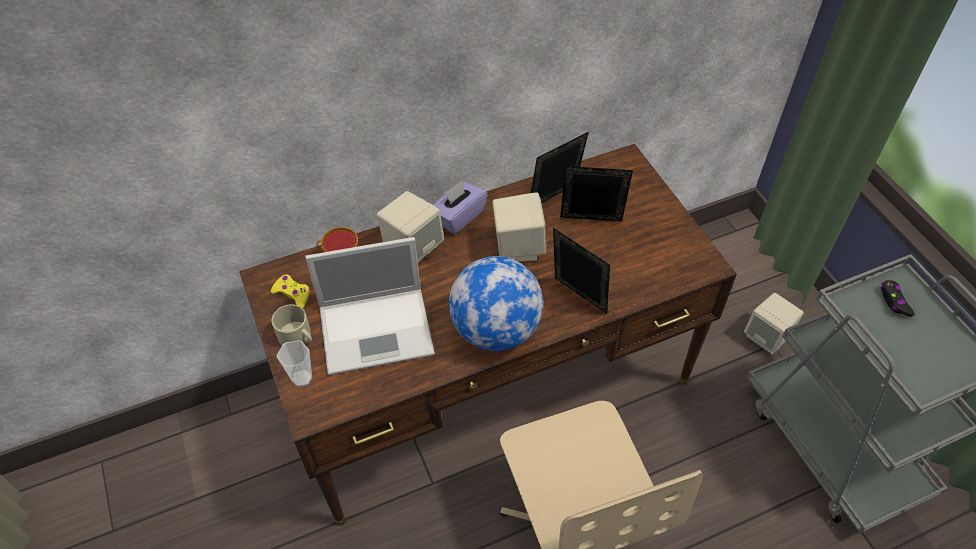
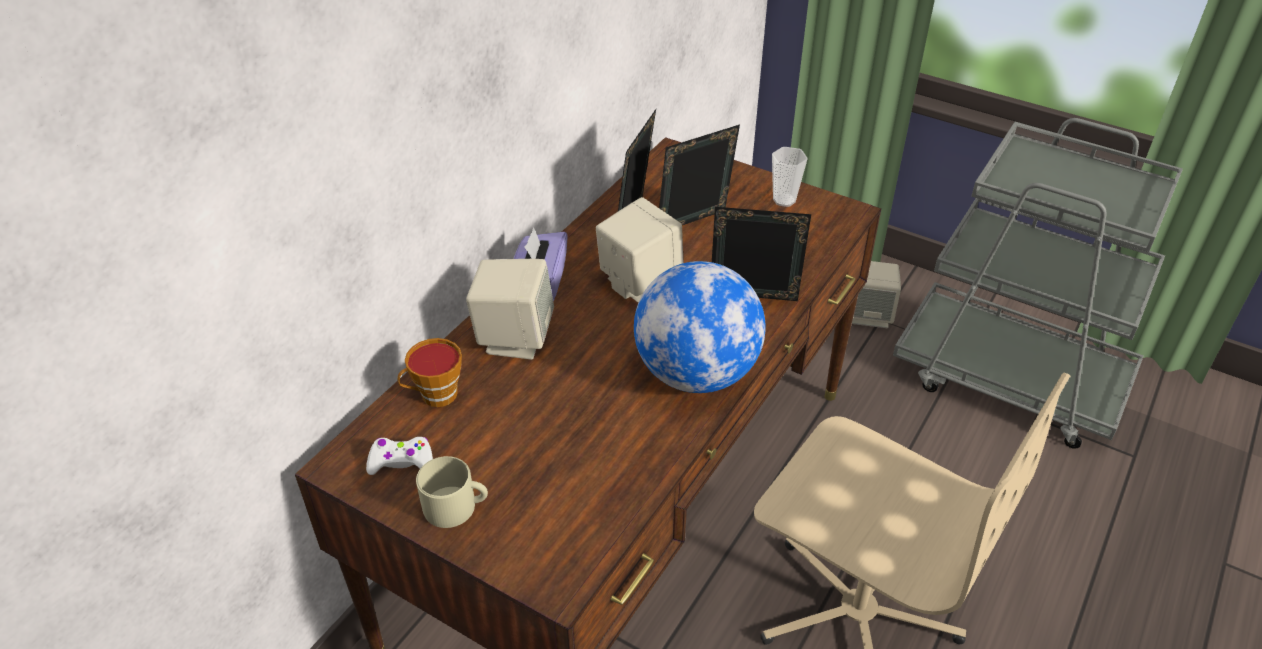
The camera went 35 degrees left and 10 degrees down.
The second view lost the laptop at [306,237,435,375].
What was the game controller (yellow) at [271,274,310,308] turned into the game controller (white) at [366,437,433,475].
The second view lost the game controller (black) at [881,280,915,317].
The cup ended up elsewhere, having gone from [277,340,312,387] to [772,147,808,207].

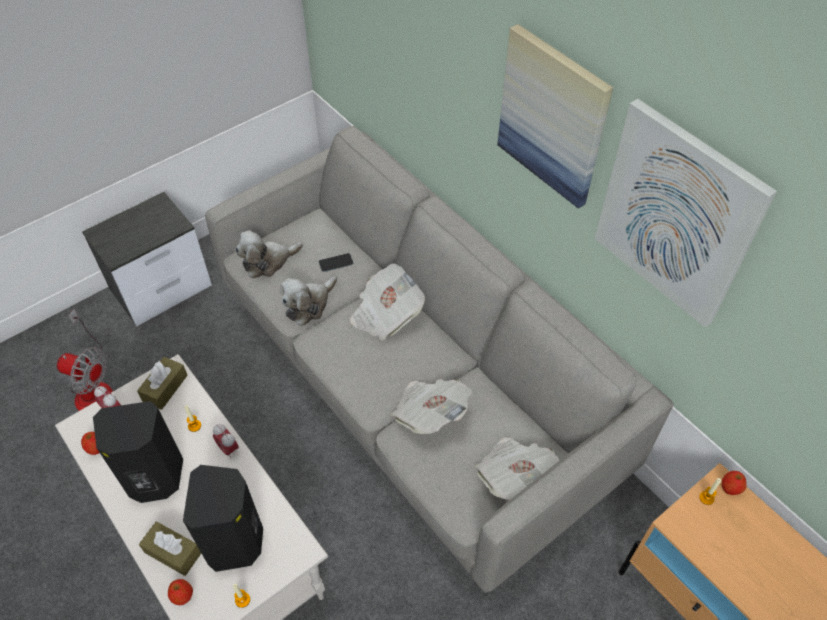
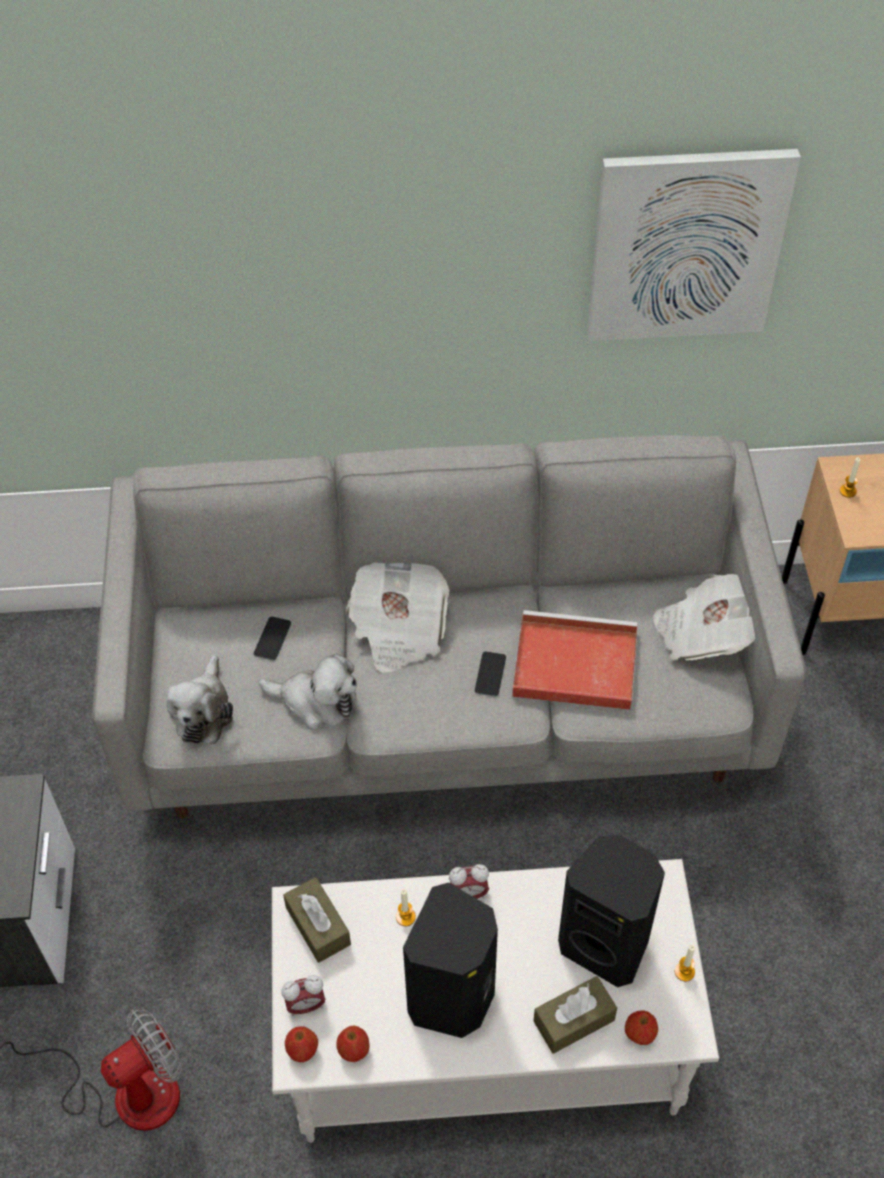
The camera went 55 degrees left and 0 degrees up.
The second view lost the picture at [497,24,613,209].
The plush toy at [280,276,337,326] ended up facing another way, 60 degrees counterclockwise from before.
Where the newspaper stood at [391,379,472,434], the tray (red) came to stand at [512,610,638,710].
The apple ended up elsewhere, having gone from [722,471,747,495] to [285,1026,318,1062].
The second view gained the phone at [474,651,506,697].

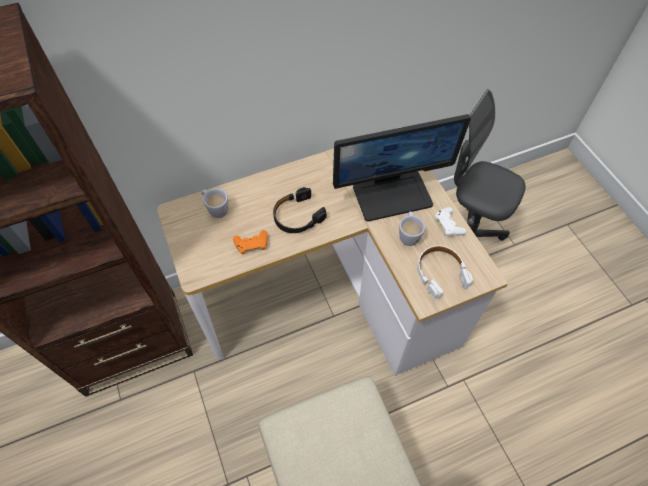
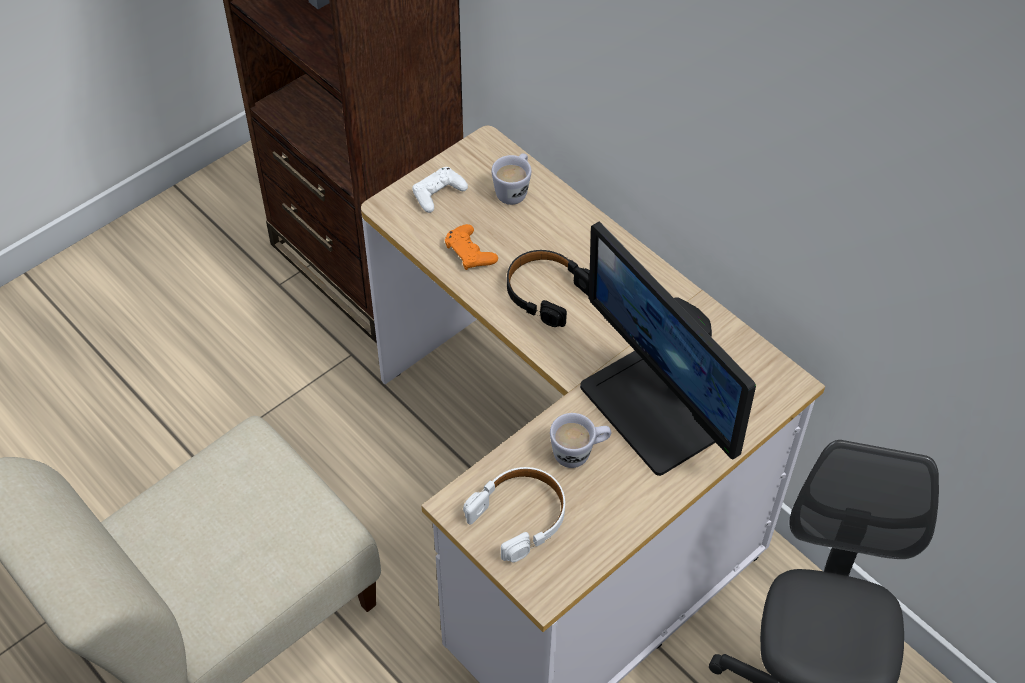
The camera went 70 degrees right and 5 degrees down.
The game controller (white) ended up elsewhere, having gone from [435,207,466,236] to [412,167,468,213].

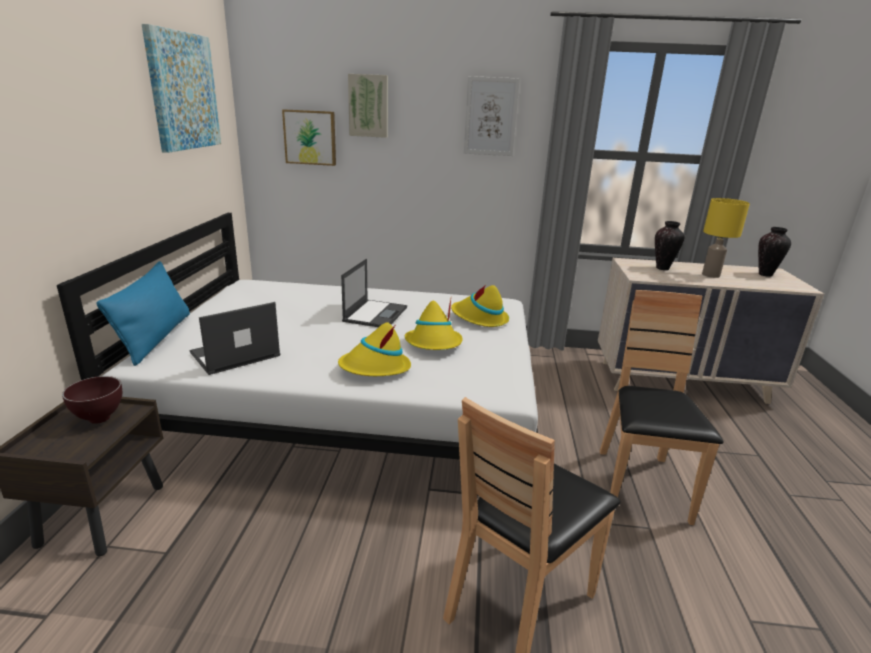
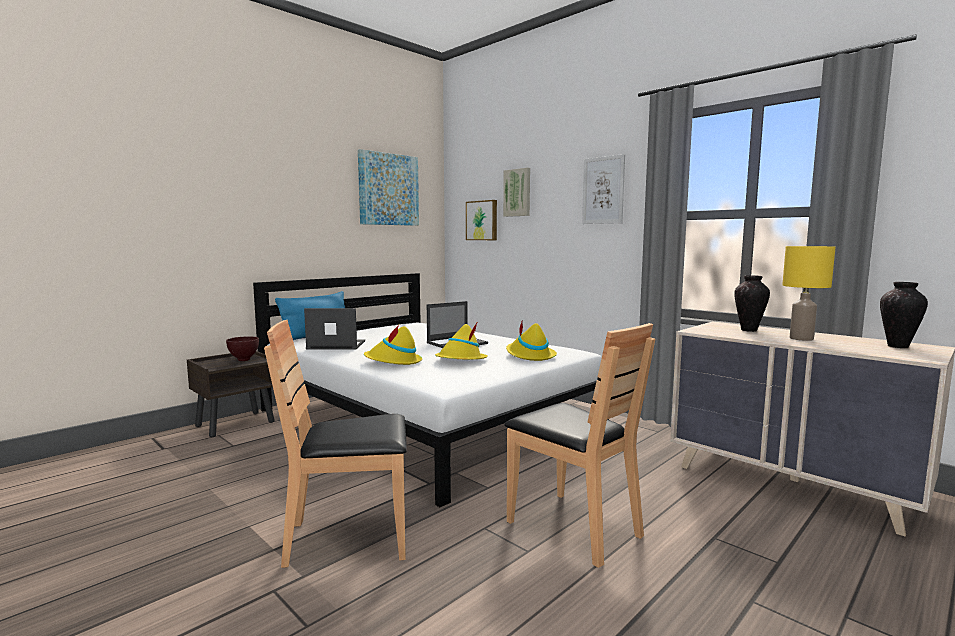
The camera went 40 degrees right and 15 degrees down.
The chair (brown) at [600,290,724,525] ended up facing another way, 90 degrees clockwise from before.

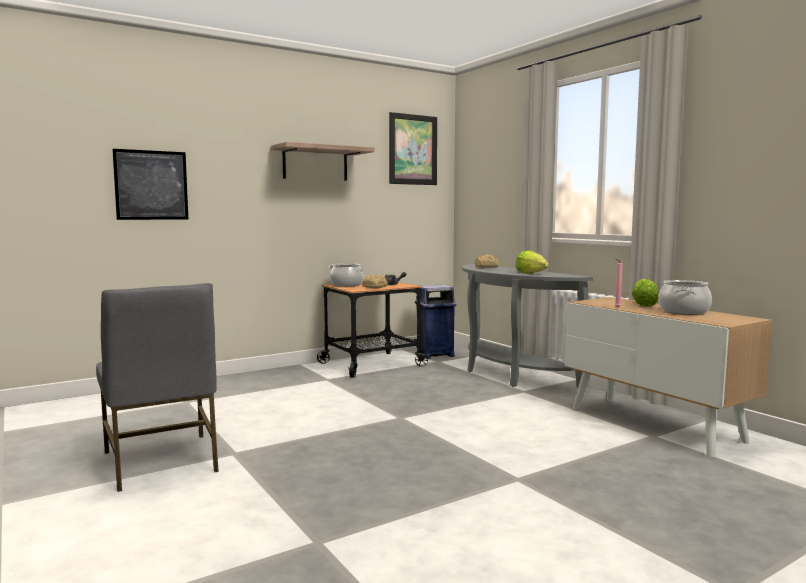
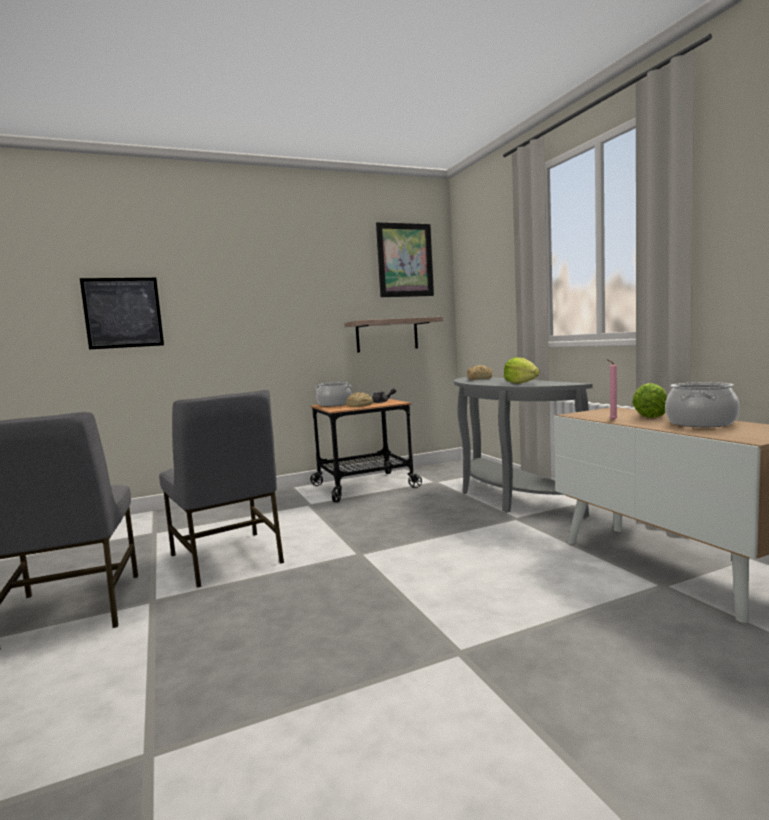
The camera went 10 degrees right and 0 degrees up.
The shelf ended up elsewhere, having gone from [271,142,374,181] to [345,317,443,352].
The second view lost the trash can (blue) at [415,284,456,359].
The second view gained the chair (grey) at [159,390,284,588].

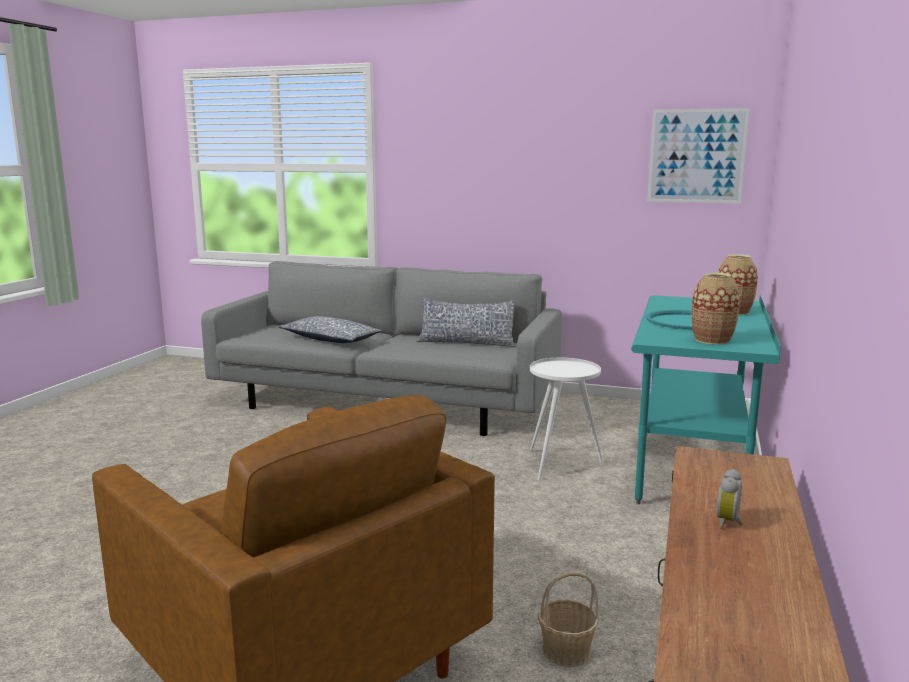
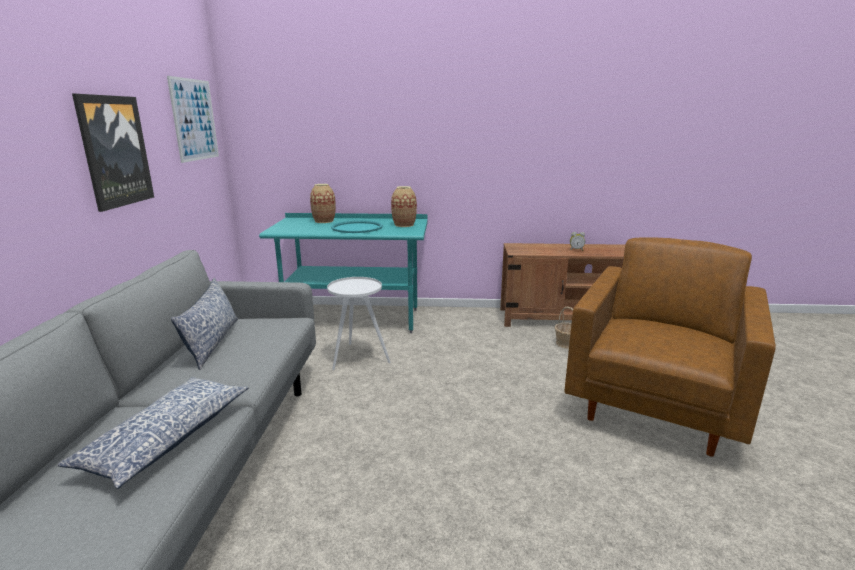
The camera went 105 degrees left and 5 degrees up.
The second view gained the picture at [72,94,154,212].

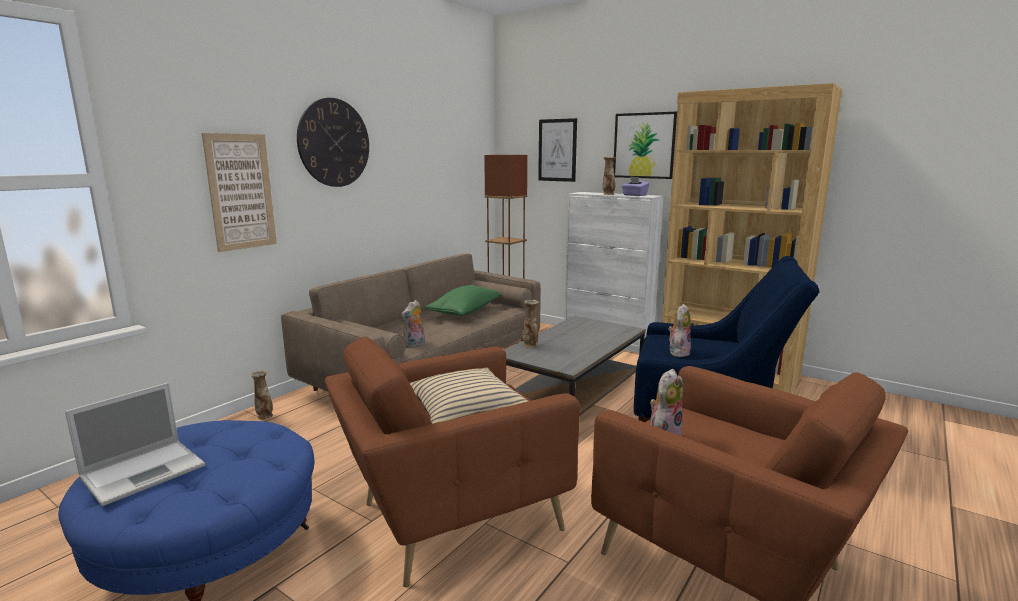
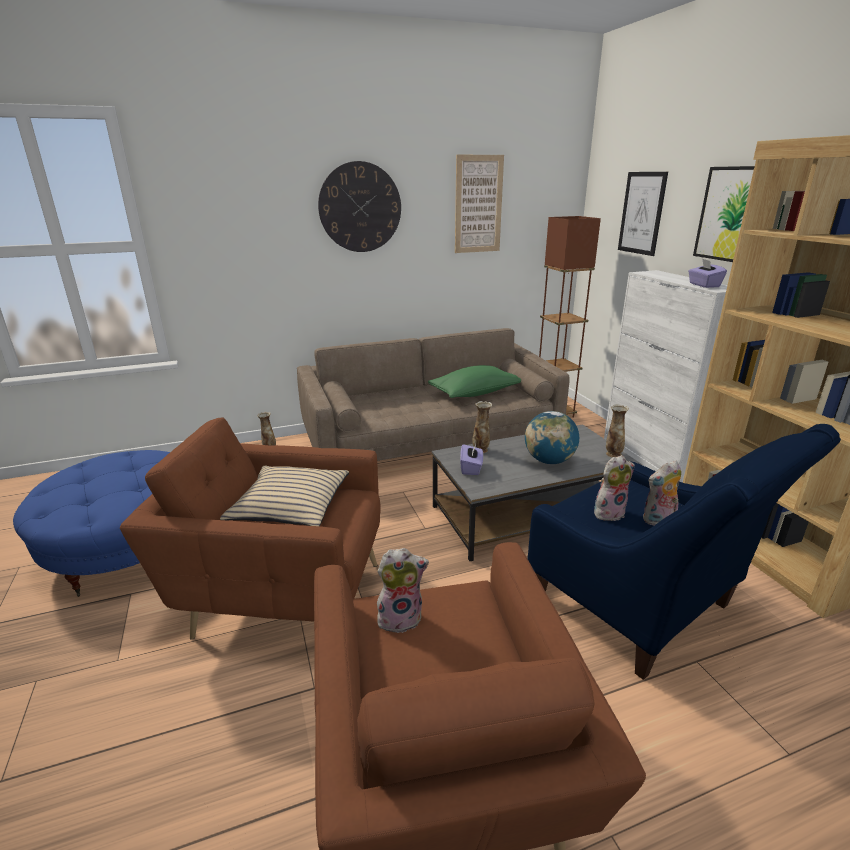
The camera went 35 degrees right and 10 degrees up.
The picture ended up elsewhere, having gone from [202,133,277,252] to [455,155,504,253].
The vase ended up elsewhere, having gone from [603,157,615,195] to [606,404,629,457].
The plush toy ended up elsewhere, having gone from [401,300,425,348] to [643,460,681,525].
The second view lost the laptop at [65,383,205,506].
The second view gained the globe at [525,411,579,464].
The second view gained the tissue box (purple) at [460,444,483,475].

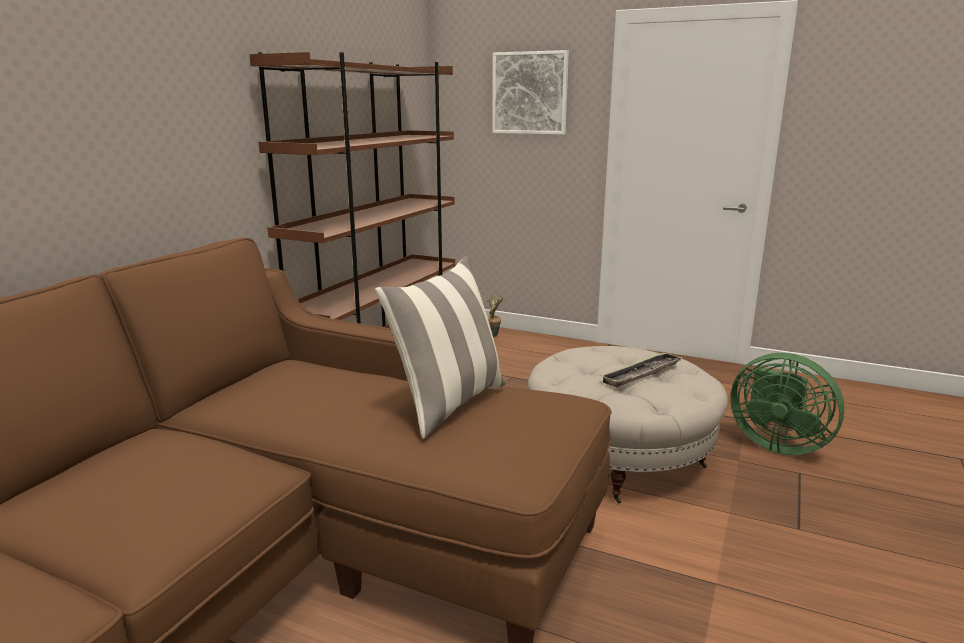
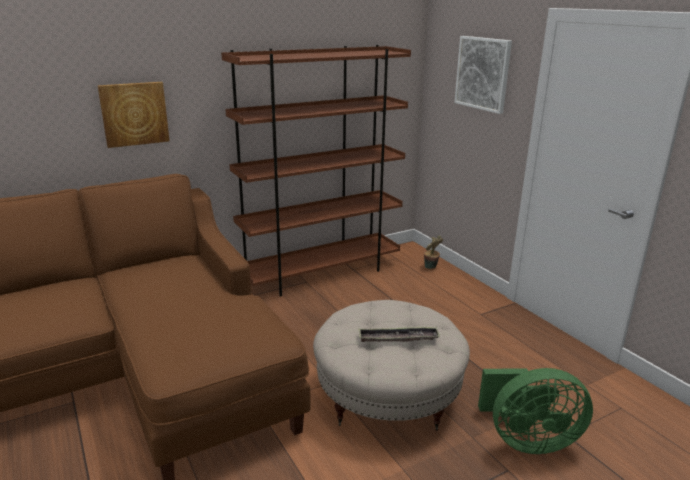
The camera went 35 degrees right and 5 degrees up.
The second view lost the pillow at [375,256,506,439].
The fan (green) at [730,353,845,455] ended up facing another way, 75 degrees counterclockwise from before.
The second view gained the picture at [98,82,170,148].

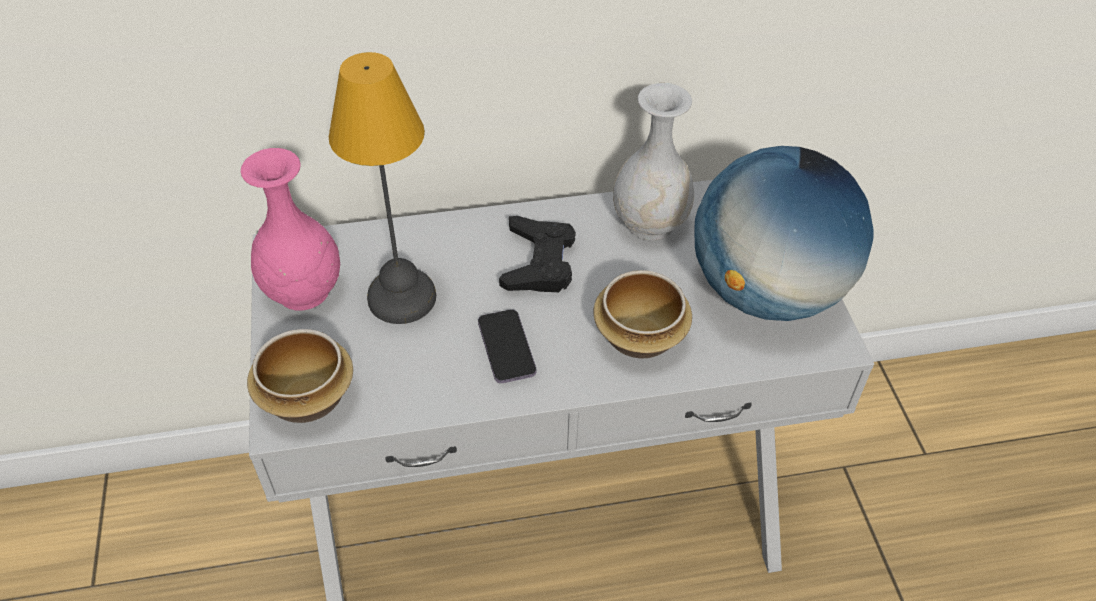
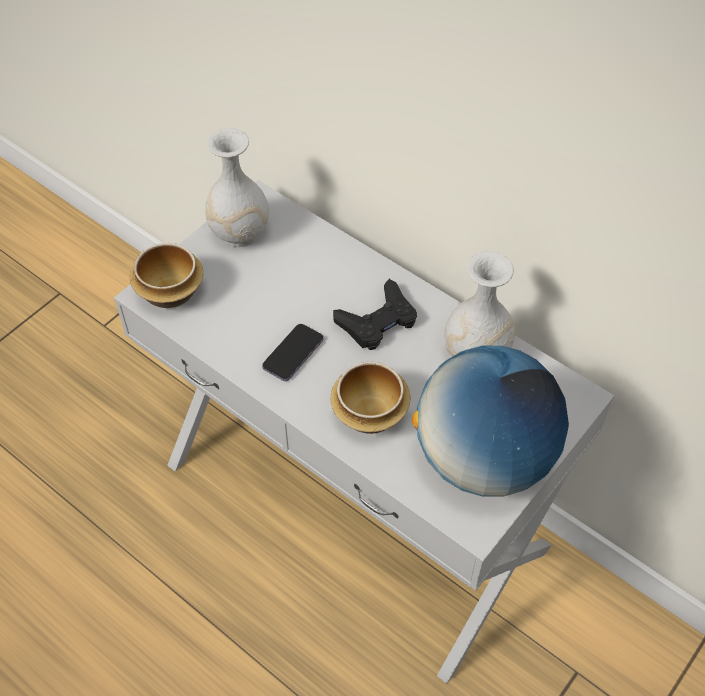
The camera went 50 degrees right and 5 degrees up.
The second view lost the table lamp at [329,52,436,324].
What was the vase (pink) at [241,148,340,311] turned into the vase (white) at [205,128,269,247].

